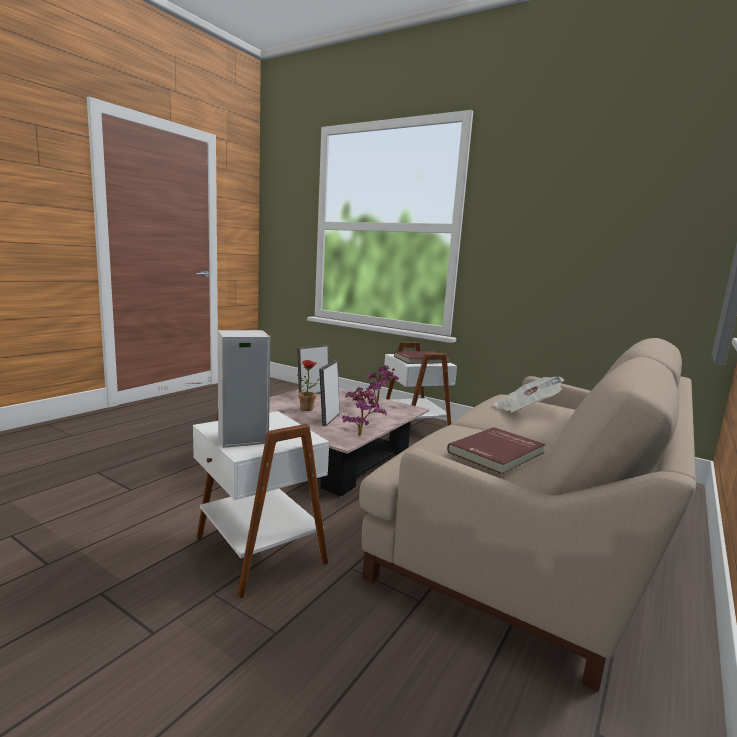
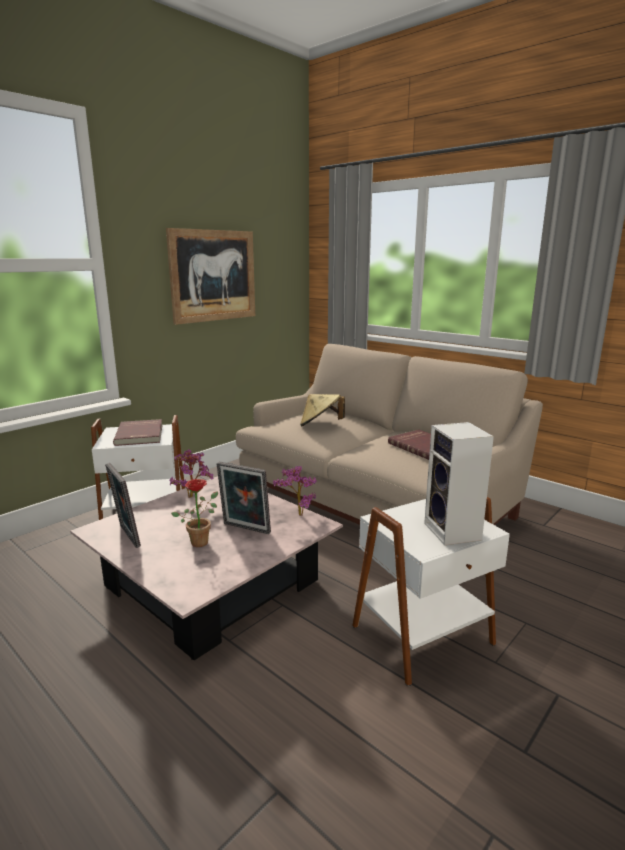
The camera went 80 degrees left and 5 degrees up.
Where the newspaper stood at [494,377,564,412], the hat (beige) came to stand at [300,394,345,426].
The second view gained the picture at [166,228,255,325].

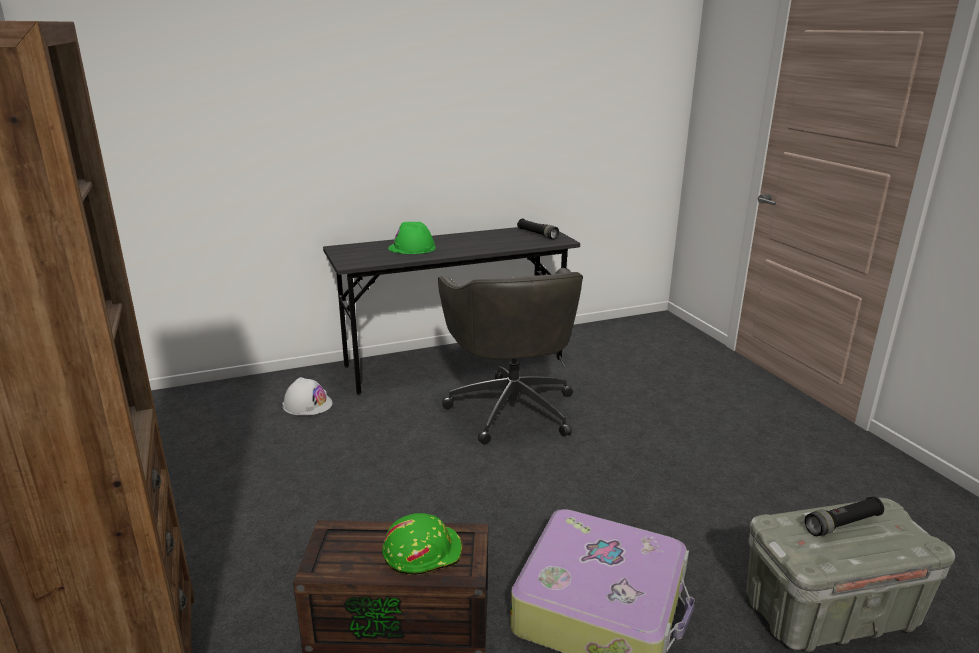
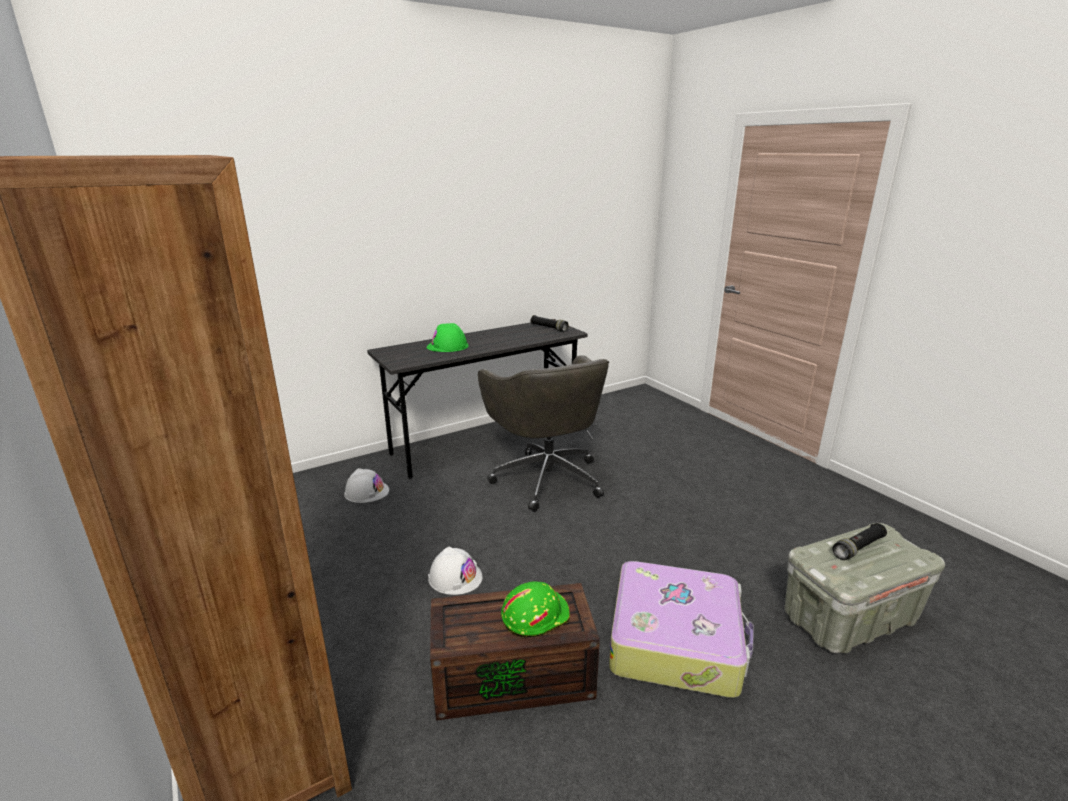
The camera went 10 degrees left and 0 degrees up.
The second view gained the hard hat (white) at [428,547,482,595].

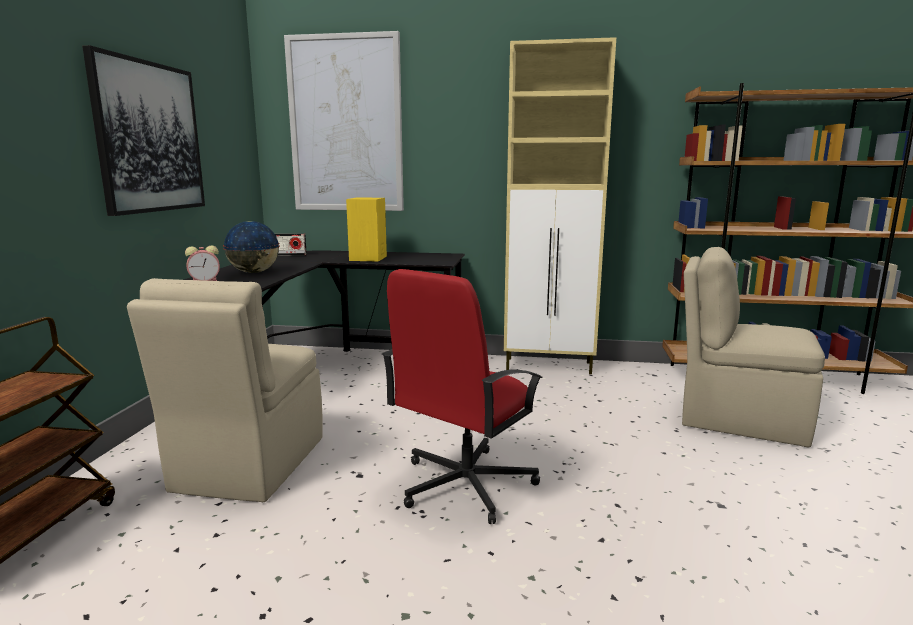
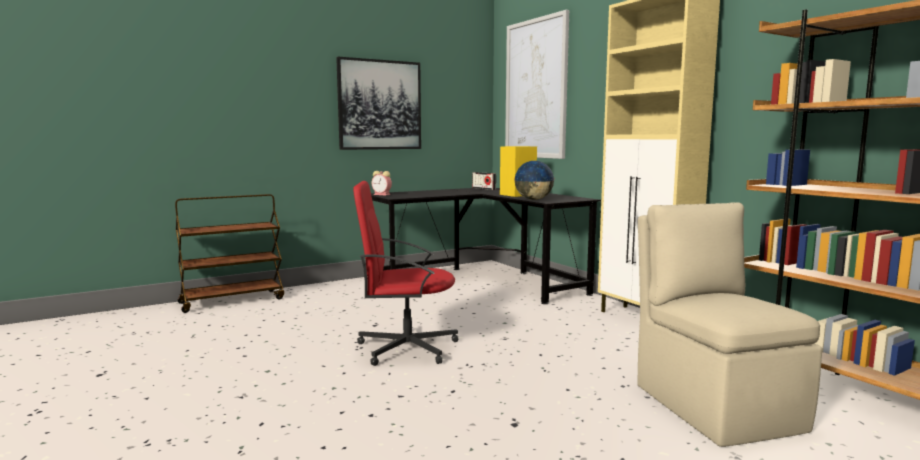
The camera went 50 degrees right and 5 degrees down.
The globe ended up elsewhere, having gone from [223,221,280,273] to [514,161,555,200].
The second view lost the chair (beige) at [127,278,323,502].

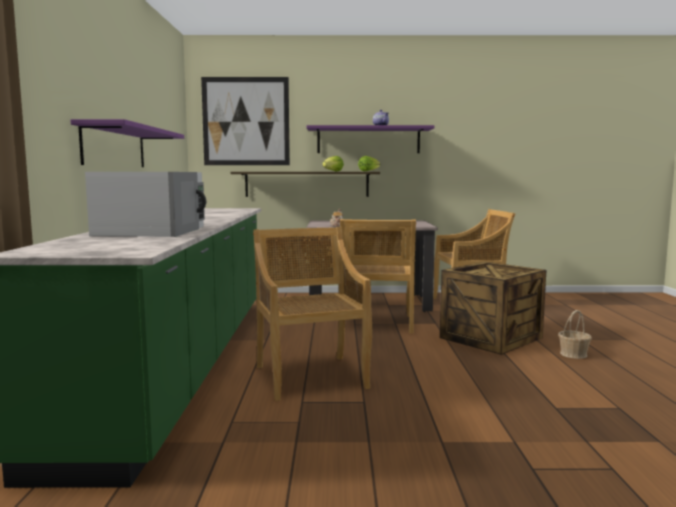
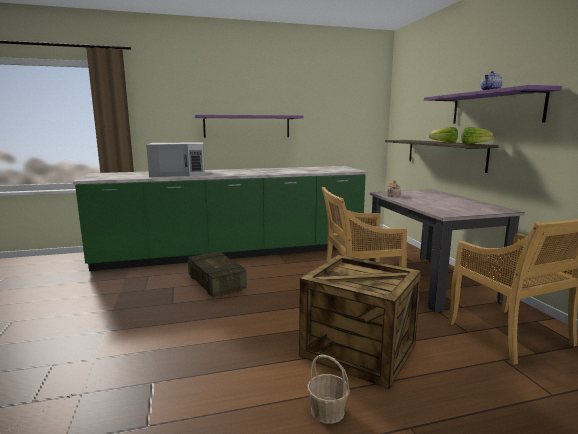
The camera went 75 degrees right and 5 degrees up.
The second view lost the picture at [201,77,290,165].
Where the chair (beige) stood at [253,227,372,401], the crate came to stand at [188,251,247,297].

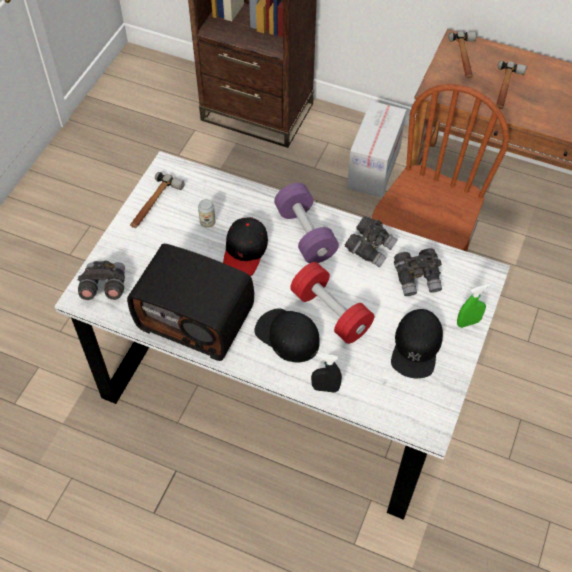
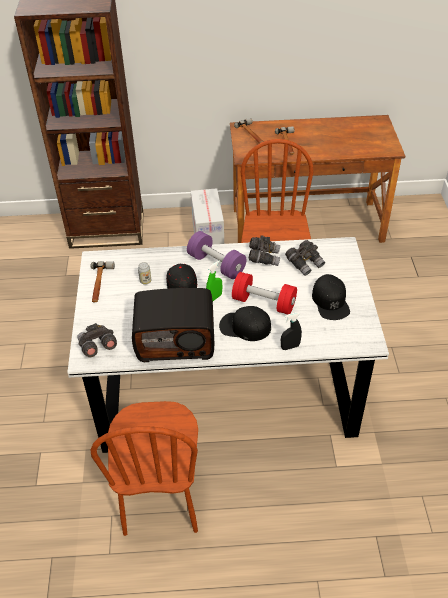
The camera went 25 degrees left and 10 degrees down.
The spray bottle (green) ended up elsewhere, having gone from [457,284,491,328] to [206,260,222,301].
The second view gained the chair (brown) at [90,401,198,536].

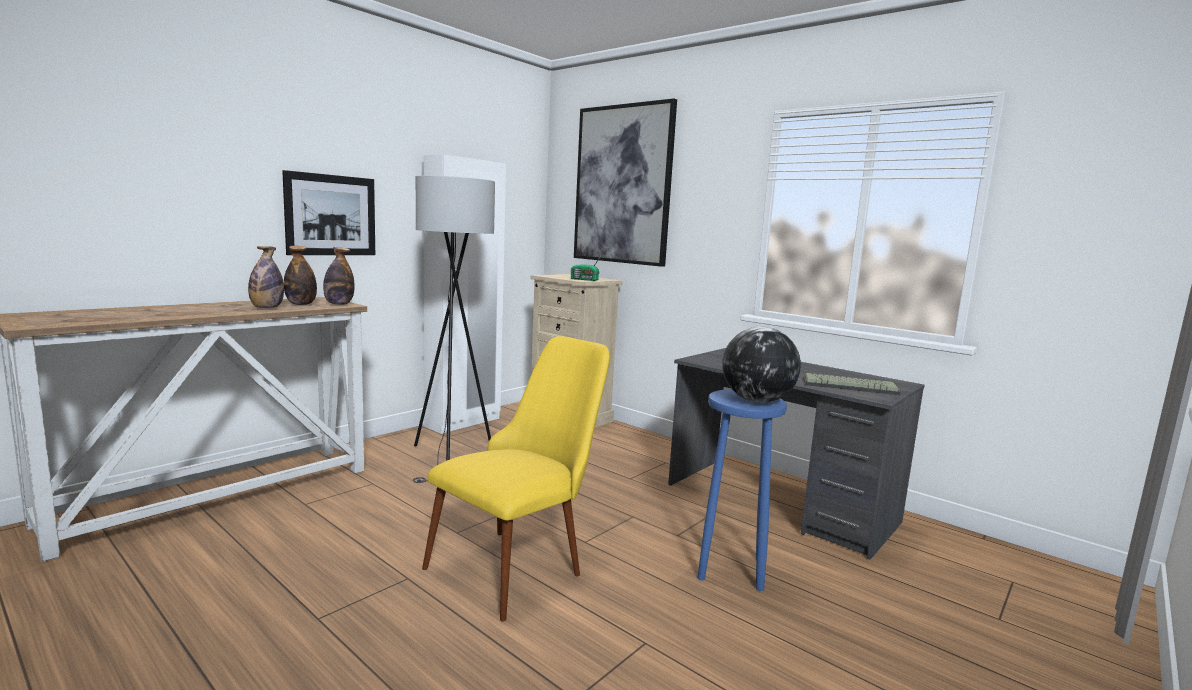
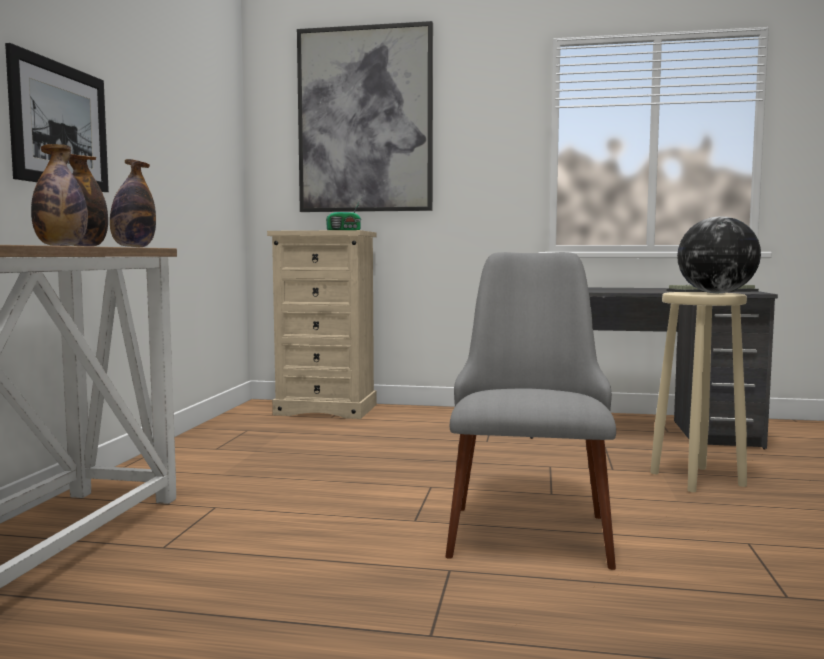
The camera went 30 degrees left and 5 degrees down.
The second view lost the wardrobe (white) at [423,154,506,434].
The second view lost the floor lamp (grey) at [413,175,495,483].
What was the chair (yellow) at [422,336,610,622] turned into the chair (grey) at [445,252,616,570].
What was the stool (blue) at [697,389,787,591] turned into the stool (beige) at [650,292,747,492].

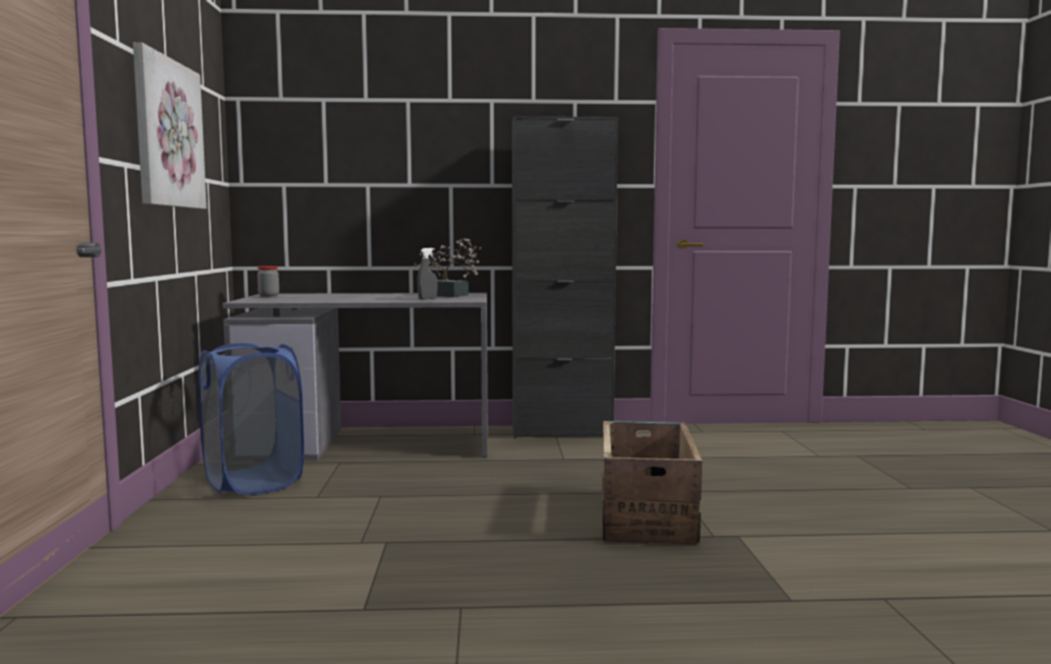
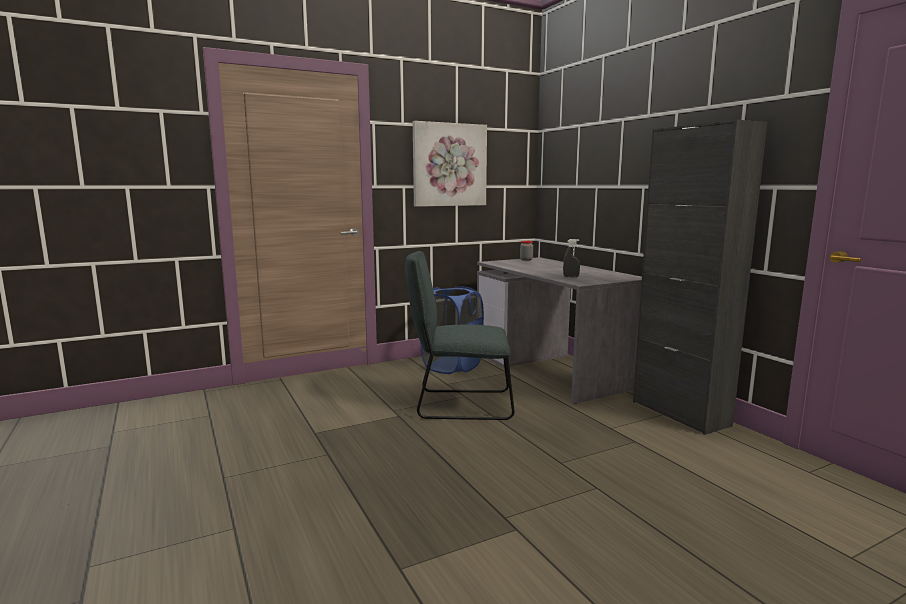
The camera went 65 degrees right and 5 degrees up.
The second view lost the potted plant at [412,238,481,297].
The second view lost the crate at [602,421,702,545].
The second view gained the chair (grey) at [405,251,515,420].

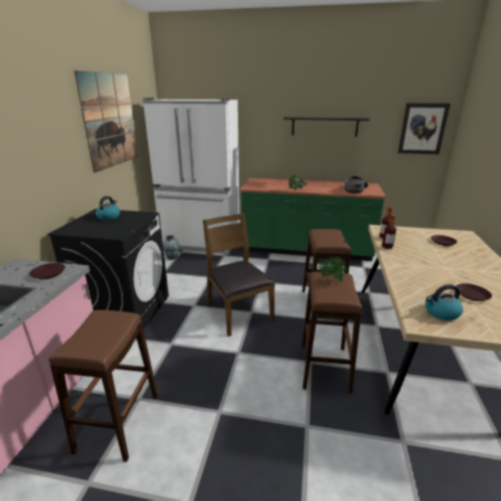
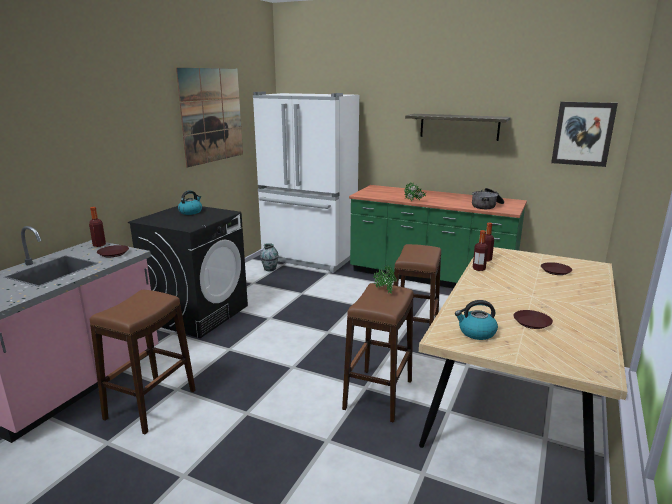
The camera went 15 degrees right and 5 degrees down.
The second view lost the chair (brown) at [203,213,275,337].
The second view gained the bottle at [89,207,106,247].

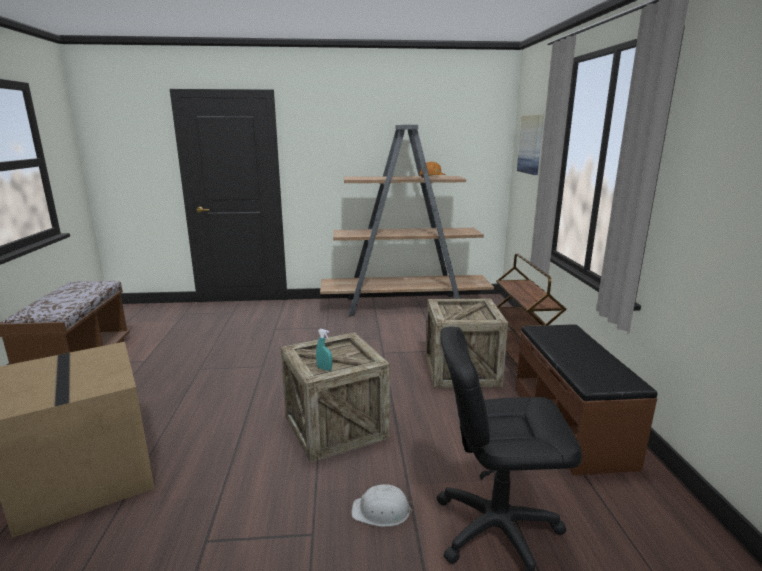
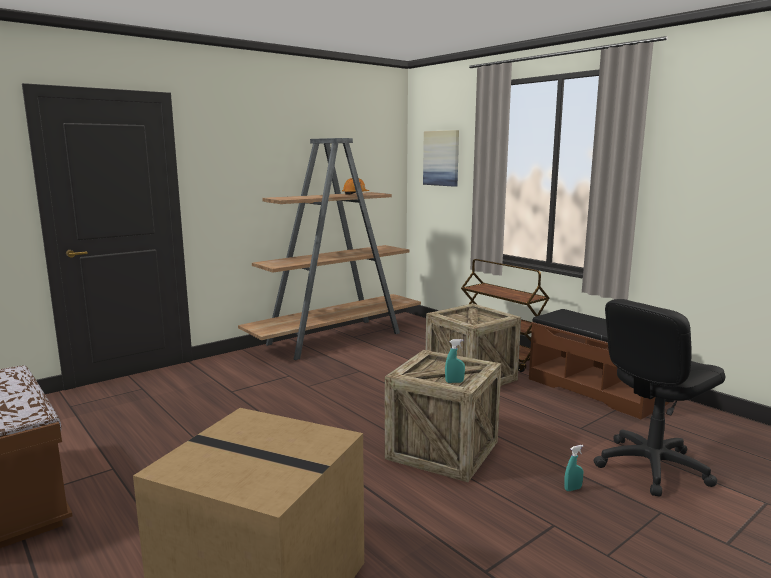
The camera went 35 degrees left and 5 degrees down.
Where the hard hat (white) stood at [352,484,414,527], the spray bottle (turquoise) came to stand at [564,445,584,491].

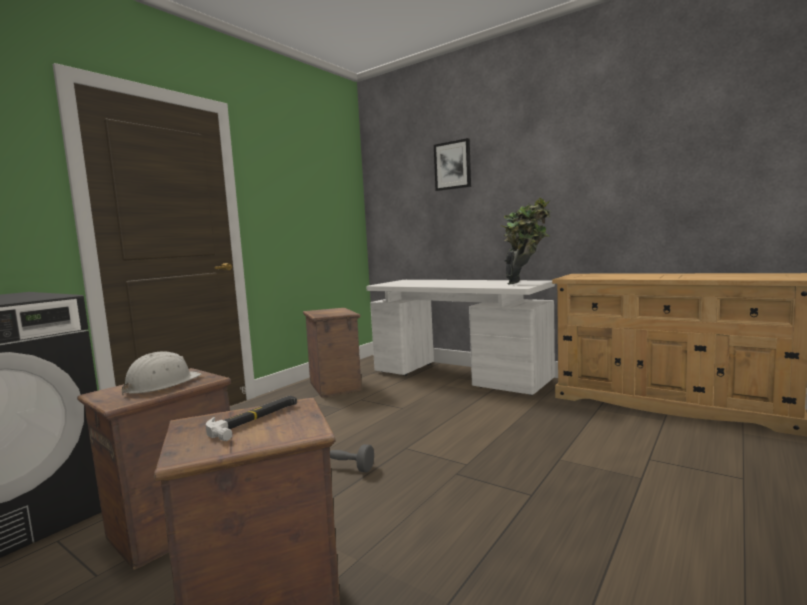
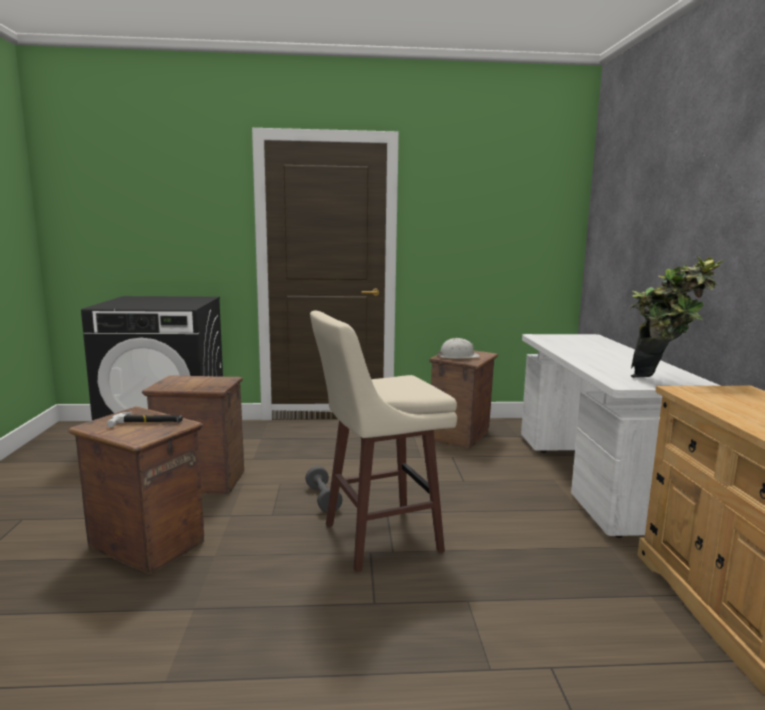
The camera went 50 degrees right and 5 degrees up.
The second view lost the picture at [434,138,471,191].
The hard hat (white) ended up elsewhere, having gone from [122,352,202,396] to [437,338,481,359].
The second view gained the stool (beige) at [310,310,457,572].

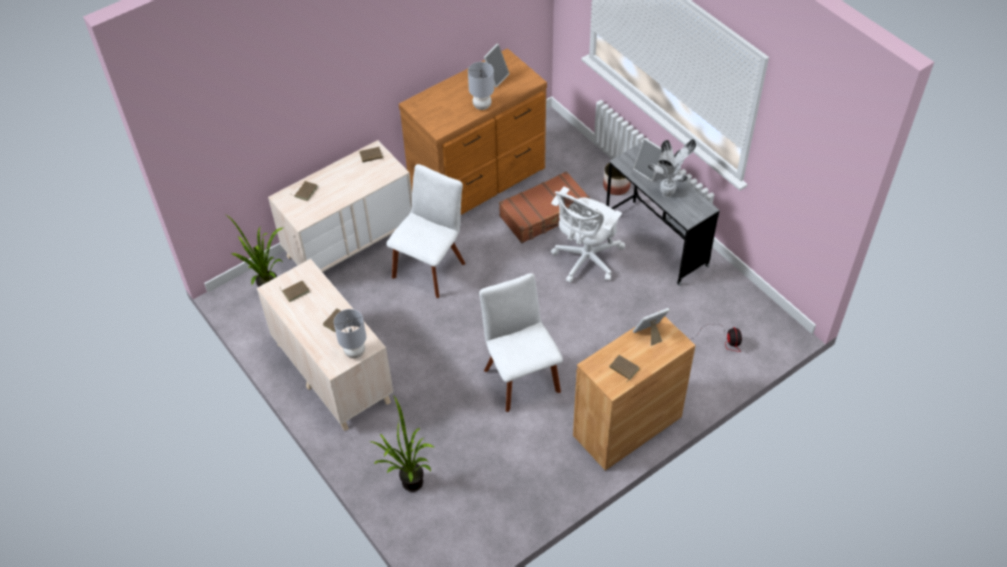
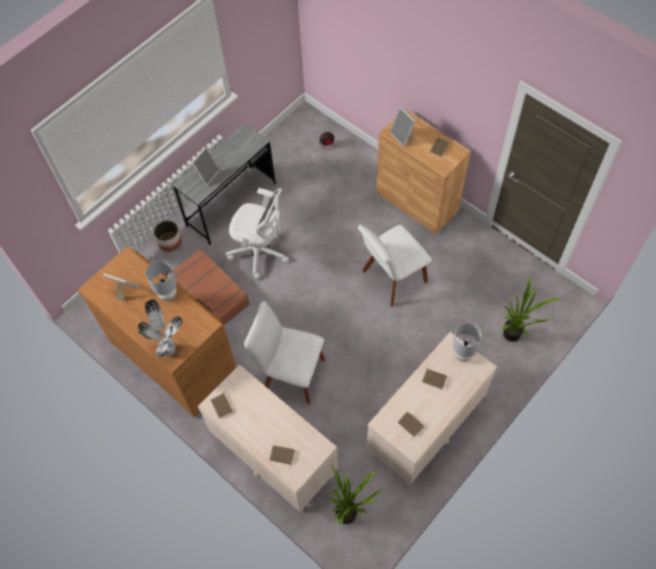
The camera went 100 degrees left and 10 degrees up.
The potted plant ended up elsewhere, having gone from [648,139,696,198] to [138,299,183,357].

